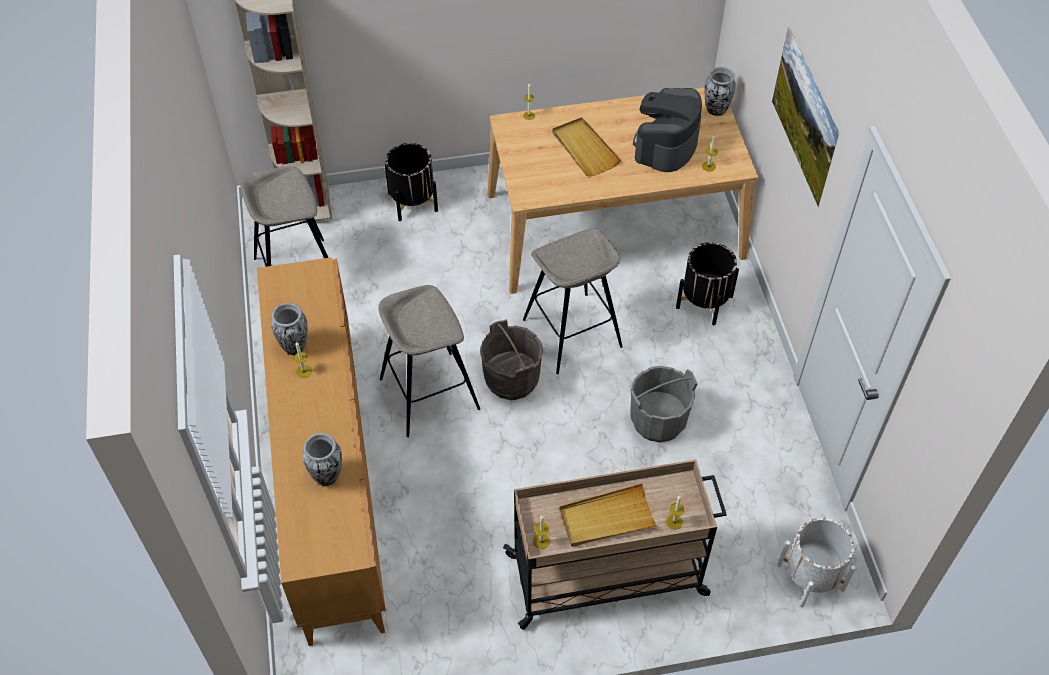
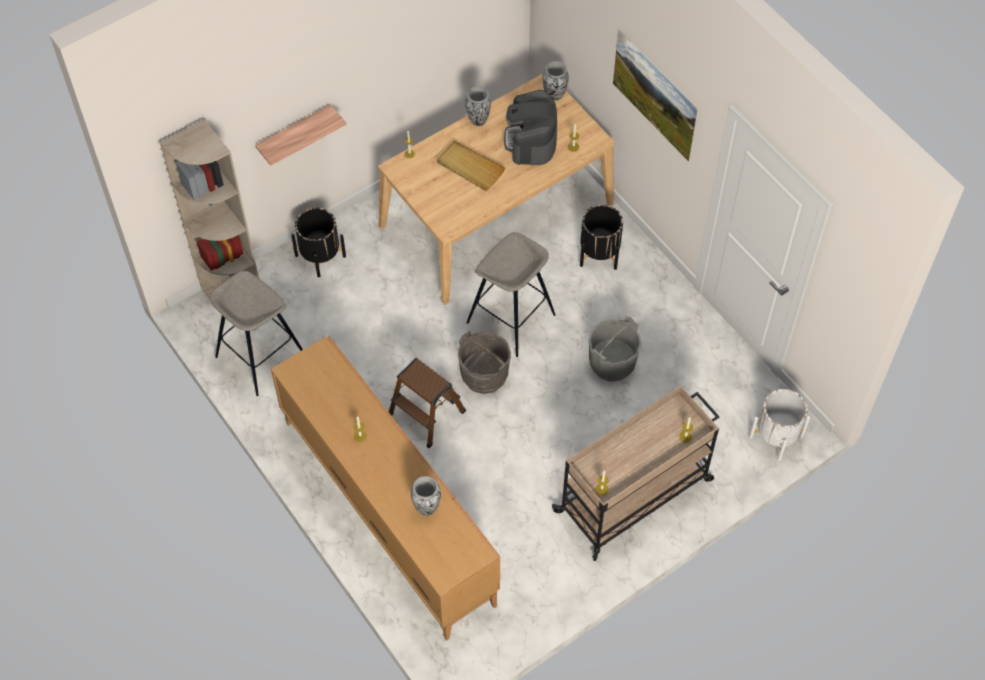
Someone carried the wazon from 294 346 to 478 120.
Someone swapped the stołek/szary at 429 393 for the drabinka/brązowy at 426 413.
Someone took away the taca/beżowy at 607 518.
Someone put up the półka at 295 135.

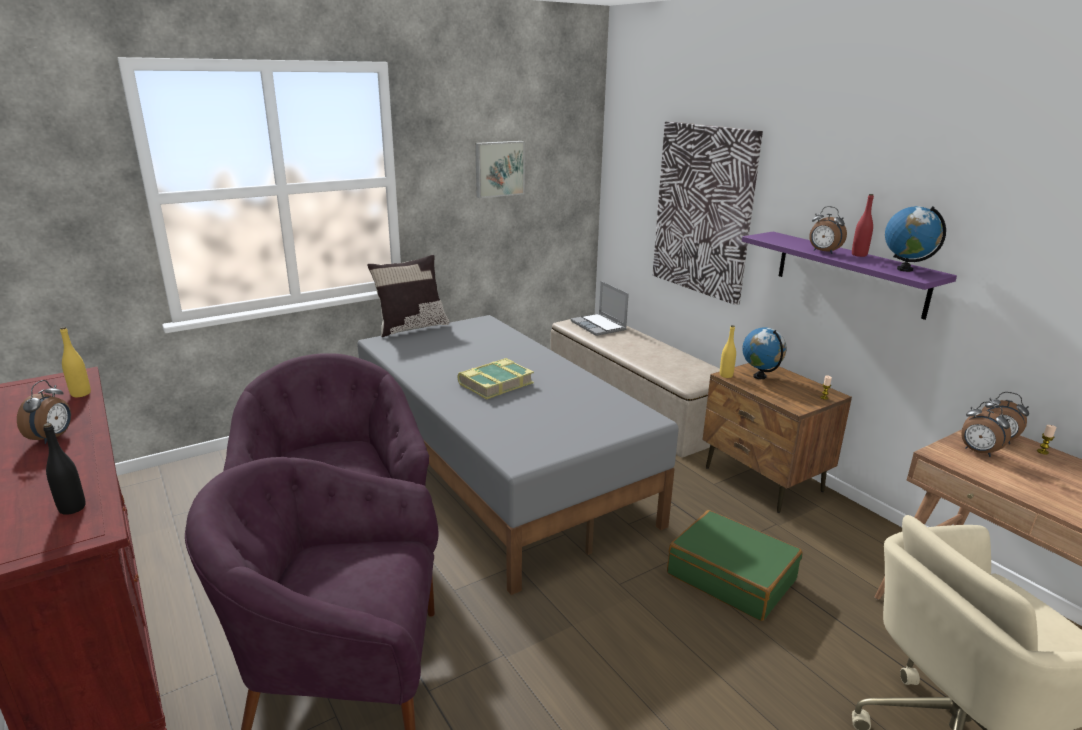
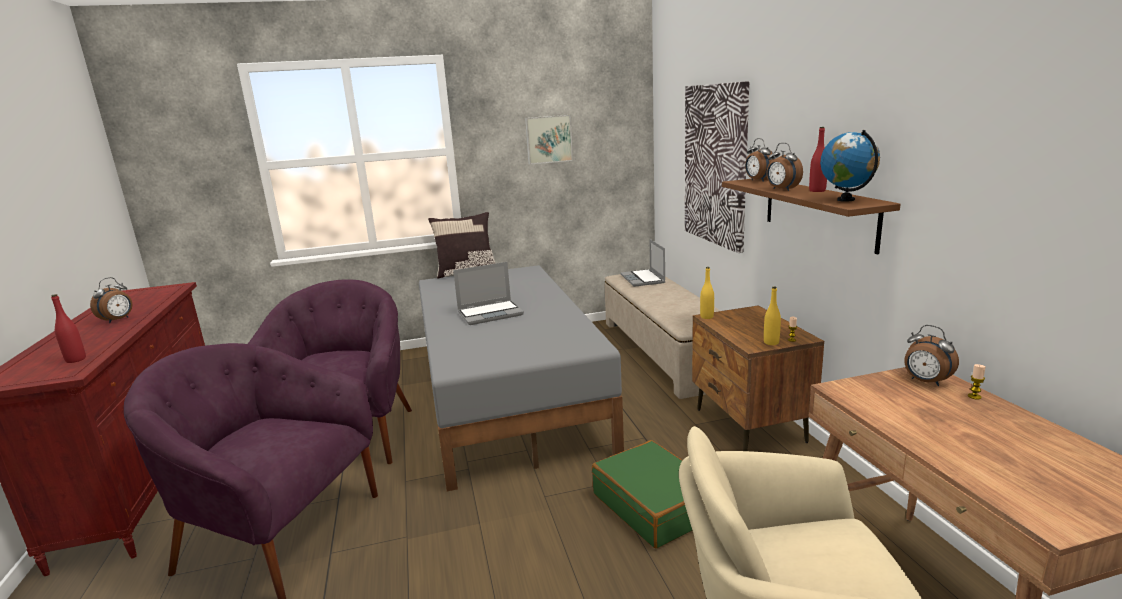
Someone repainted the butelka/czarny at 72 508, which became the butelka/czerwony at 76 360.
Someone carried the butelka/żółty from 81 394 to 771 342.
Someone swapped the książka at 495 383 for the laptop at 491 313.
Someone repainted the półka/fioletowy at 850 273, which became the półka/brązowy at 818 212.
Someone took away the globus at 760 376.
Someone carried the budzik from 978 452 to 758 180.

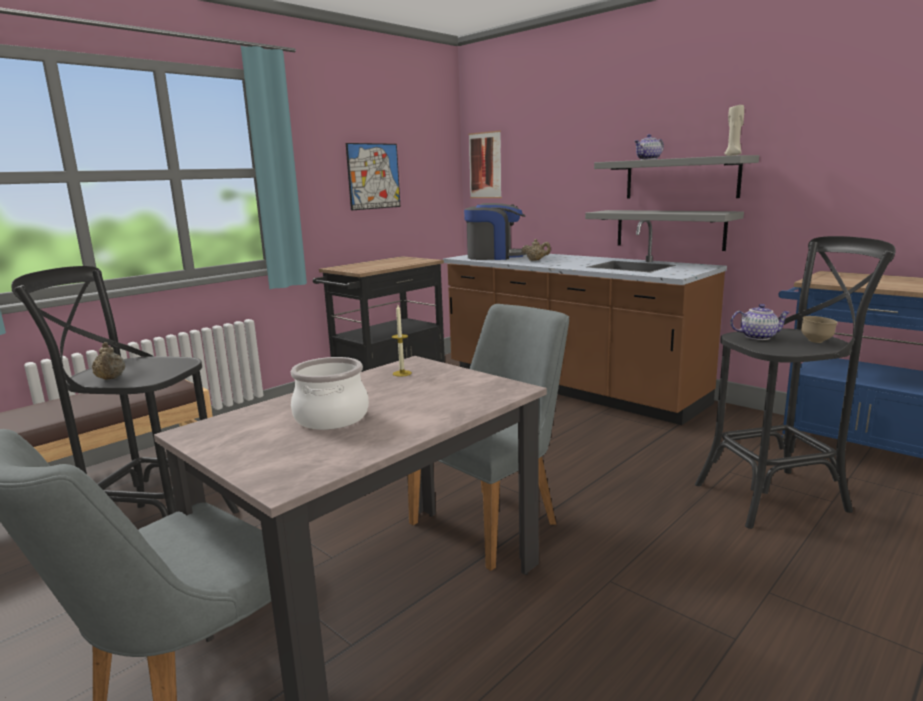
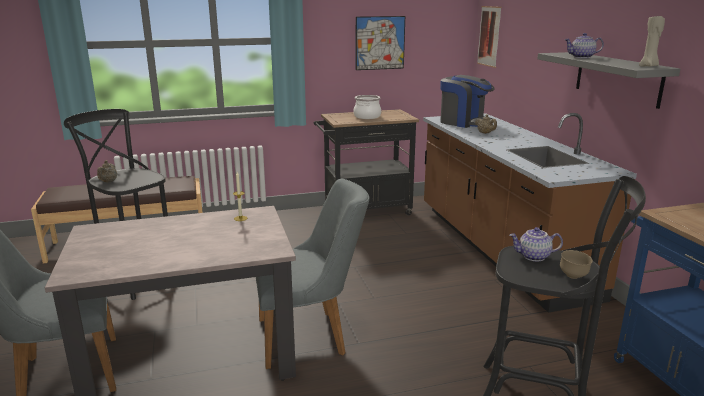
Someone carried the garnek from 332 418 to 367 116.
Someone took away the półka/szary at 669 229.
Someone rotated the imbryk at 758 337 by 150 degrees clockwise.

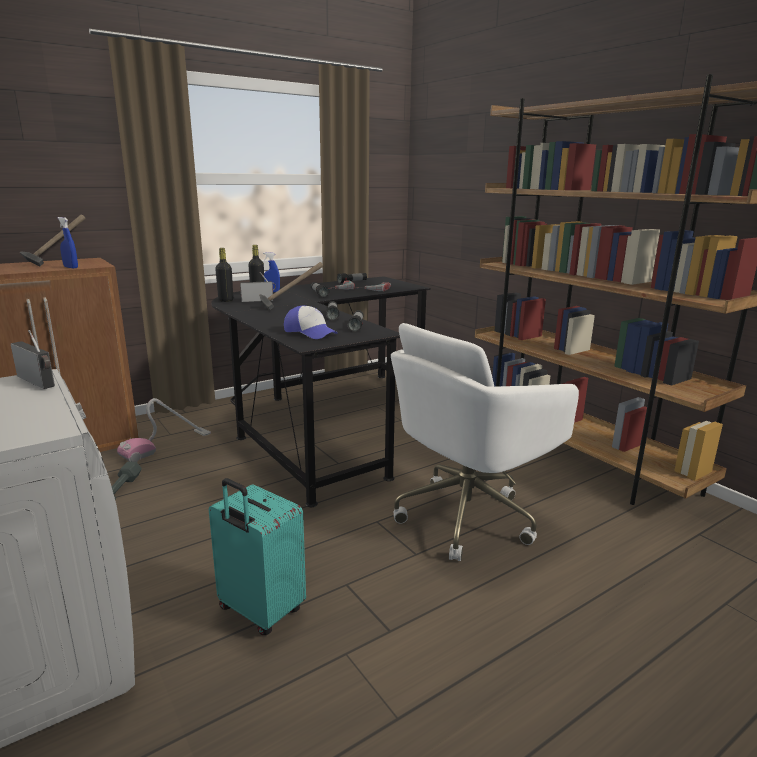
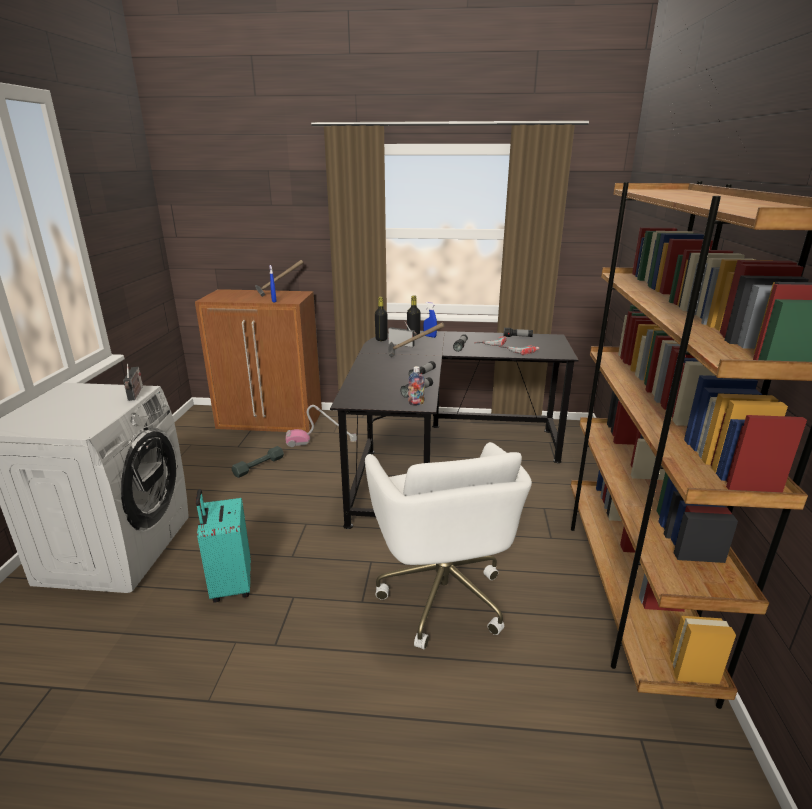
Someone took away the czapka z daszkiem at 310 332.
Someone rotated the krzesło biurowe/biały at 469 517 by 105 degrees counterclockwise.
Someone put down the butelka at 416 403.

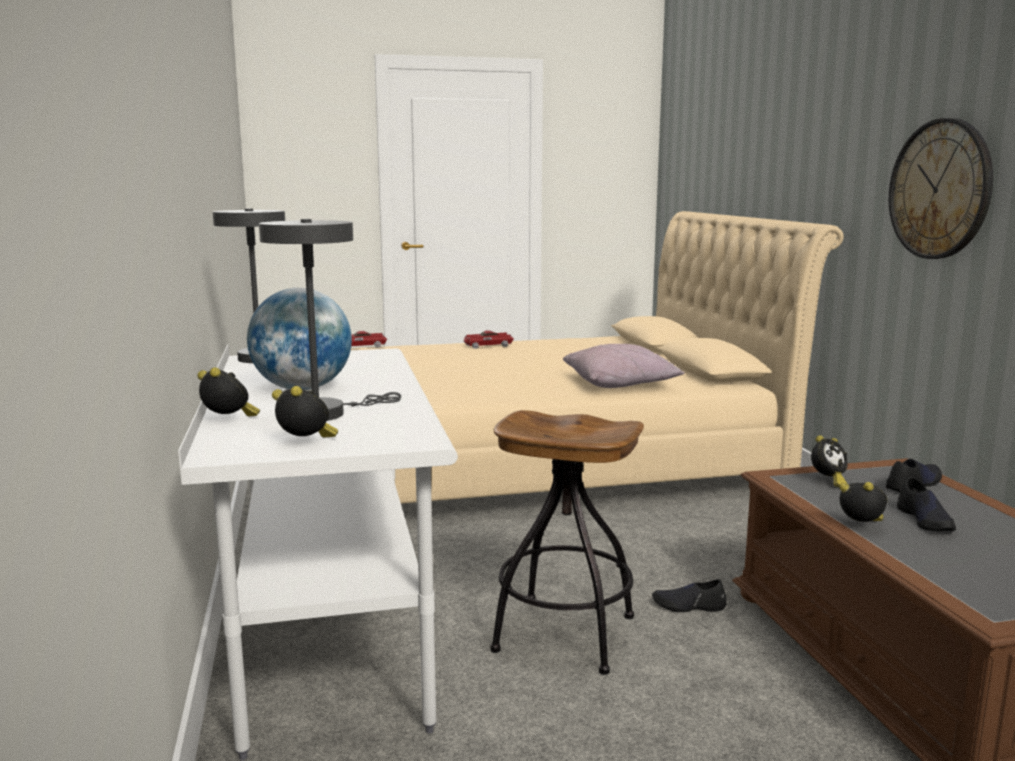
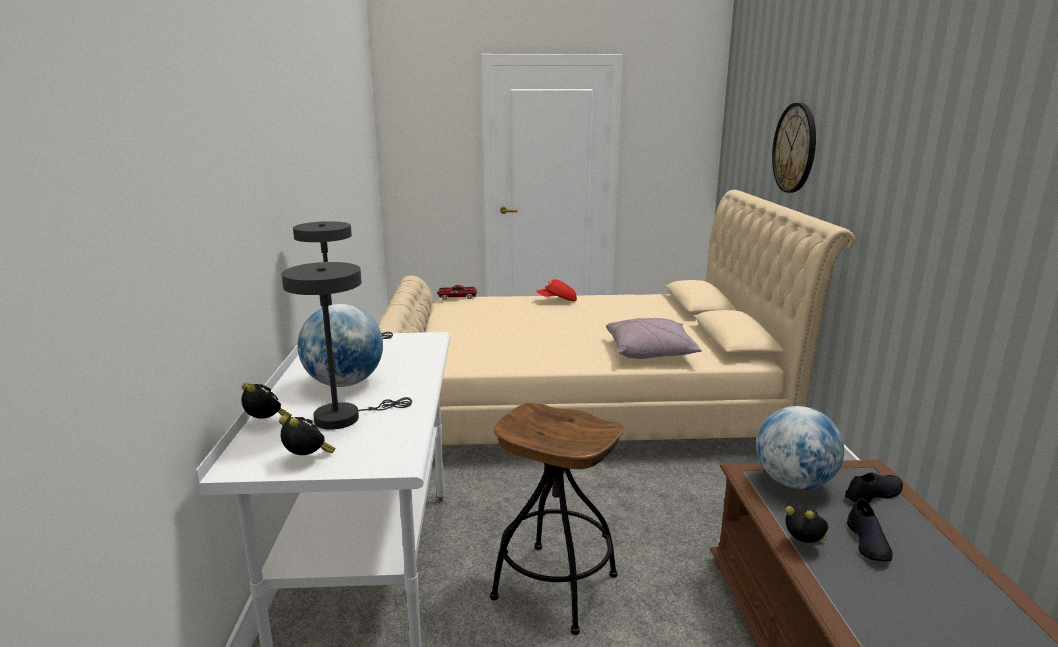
Someone swapped the samochodzik at 488 345 for the czapka z daszkiem/czerwony at 557 301.
Someone took away the but/czarny at 688 606.
Someone swapped the budzik at 827 481 for the globus at 794 483.
Someone carried the zegar ścienny from 940 189 to 795 148.

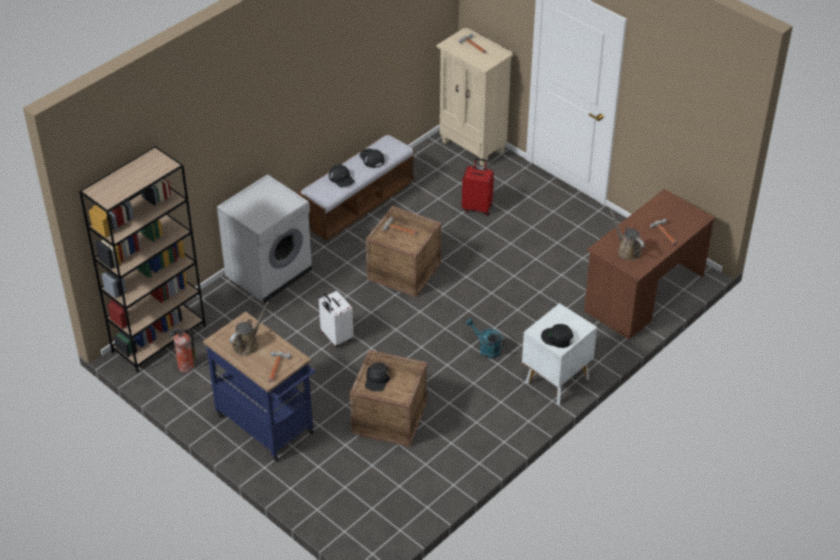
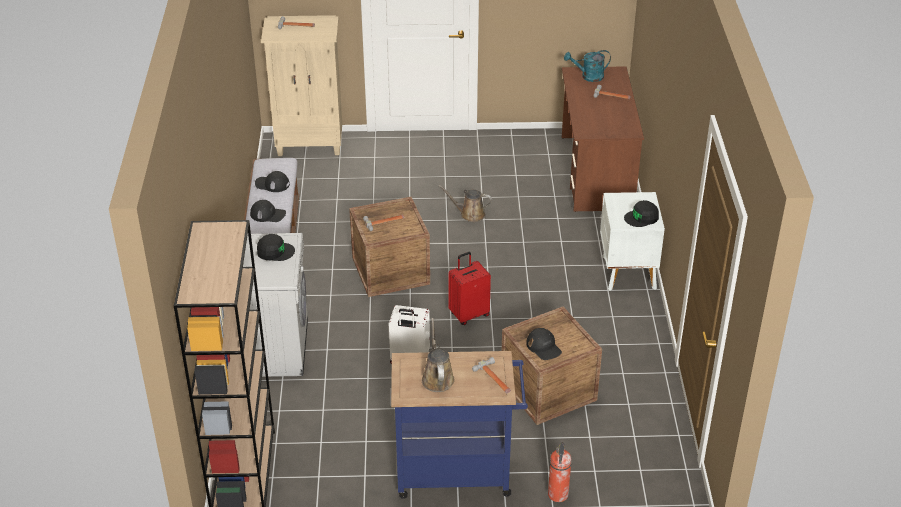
Someone carried the gaśnica from 185 367 to 558 495.
Someone carried the walizka/czerwony from 477 207 to 469 314.
Someone carried the konewka/turkusowy from 486 349 to 588 76.
Someone carried the konewka/brązowy from 627 250 to 470 214.
Someone put down the czapka z daszkiem/czarny at 275 251.

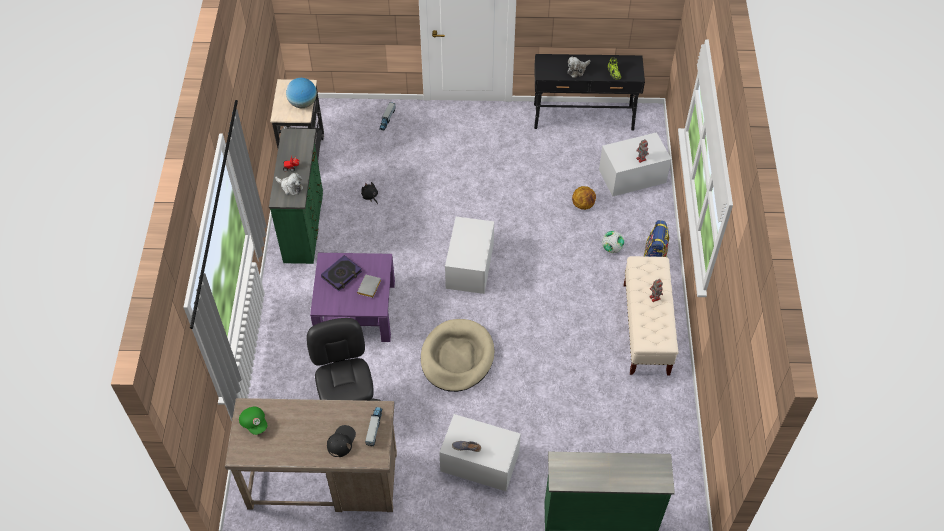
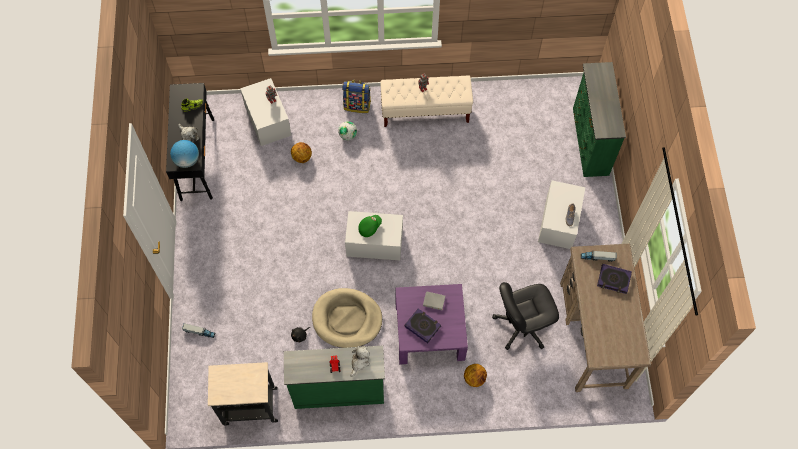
Someone carried the czapka z daszkiem/zielony from 254 423 to 369 227.
Someone carried the globus from 303 103 to 187 160.
Someone swapped the czapka z daszkiem/czarny at 341 441 for the książka at 613 280.
Someone carried the legowisko/beżowy from 457 357 to 347 319.
Someone put down the piłka do koszykówki at 475 378.

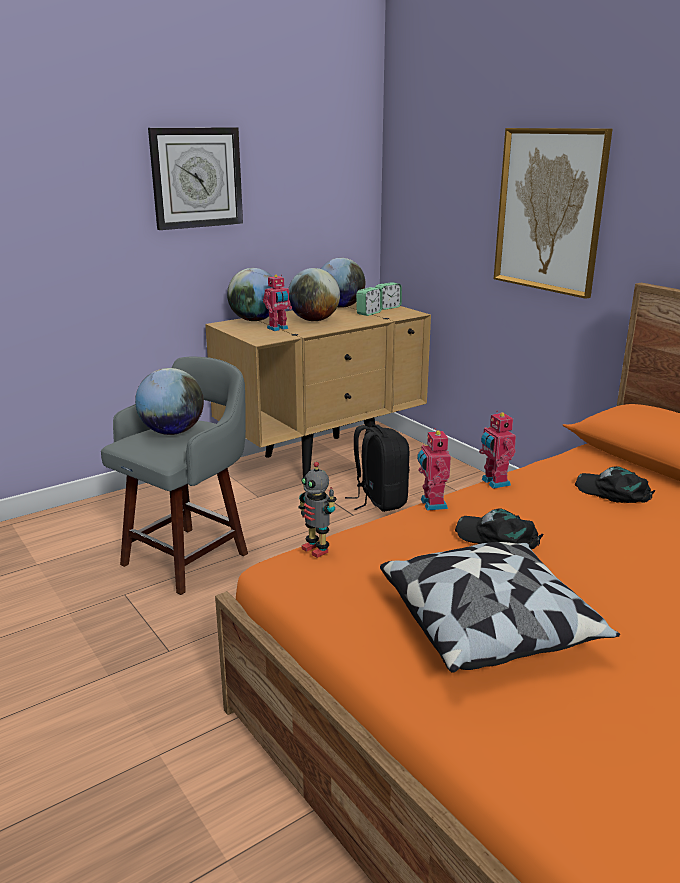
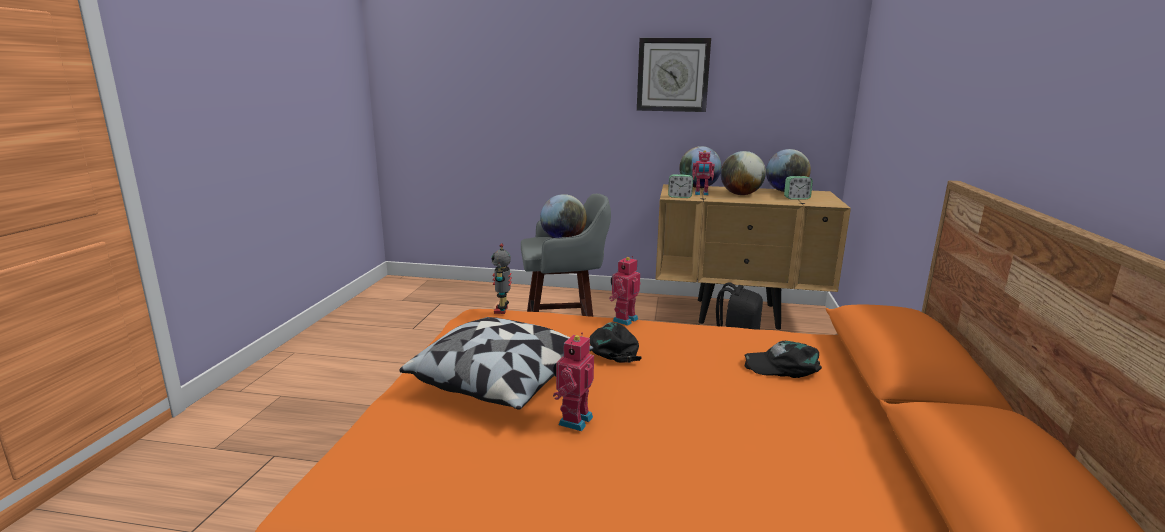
Someone carried the budzik from 387 307 to 679 197.
Someone carried the robot zabawkowy from 494 482 to 573 420.
Someone took away the obraz at 549 211.
Someone rotated the czapka z daszkiem/czarny at 613 492 by 75 degrees counterclockwise.

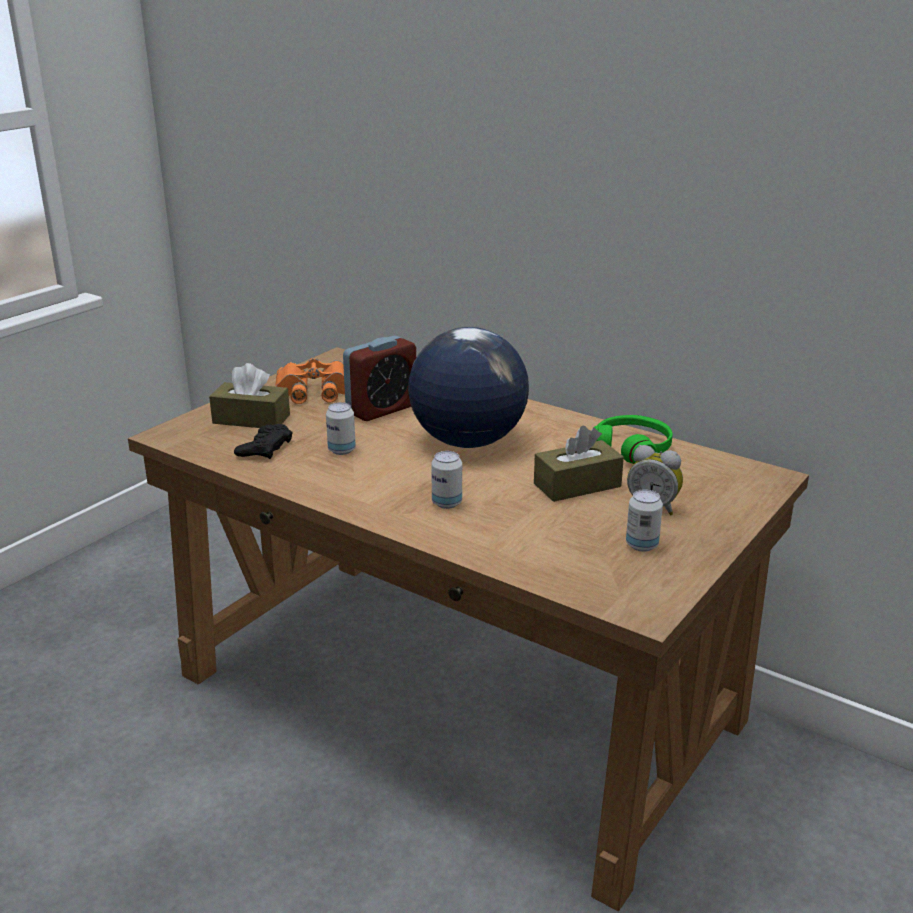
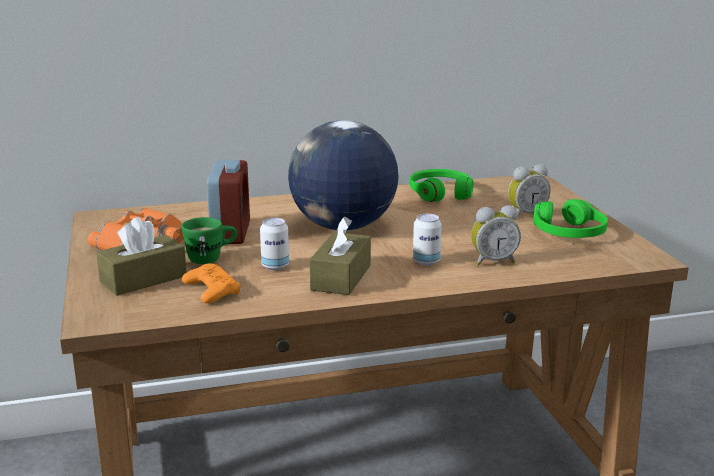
Someone repainted the pad do gier/czarny at 264 447, which became the pad do gier/pomarańczowy at 211 290.
Someone carried the pudełko chusteczek/brązowy from 577 485 to 341 277.
Someone swapped the puszka at 641 545 for the słuchawki/zielony at 569 233.
Someone put down the kubek/zielony at 211 258.
Someone put down the budzik at 493 261.

